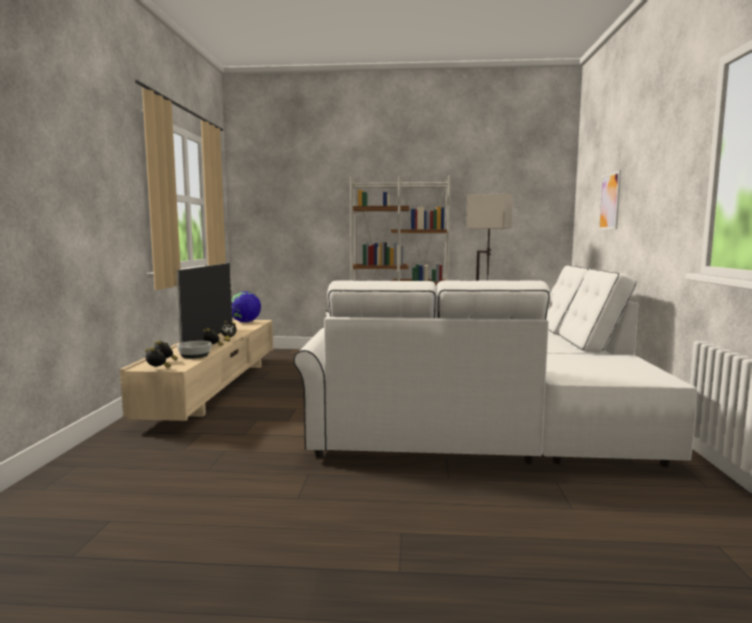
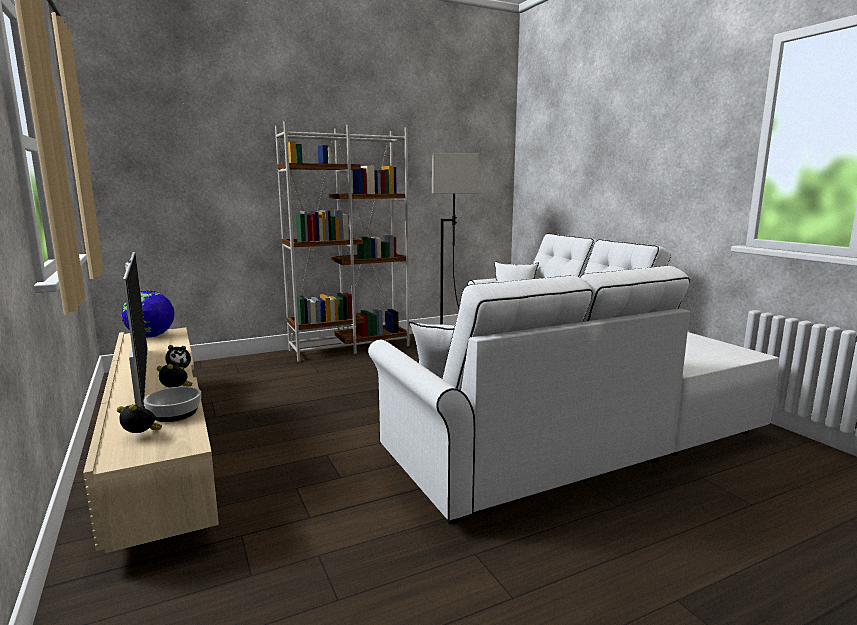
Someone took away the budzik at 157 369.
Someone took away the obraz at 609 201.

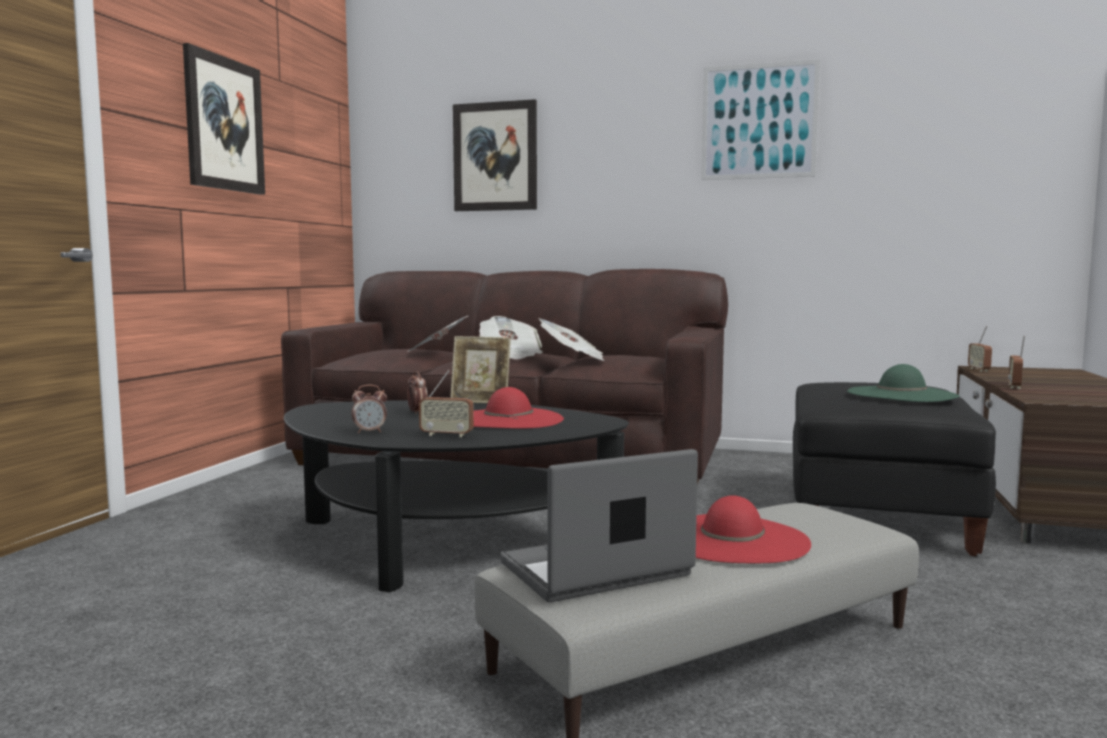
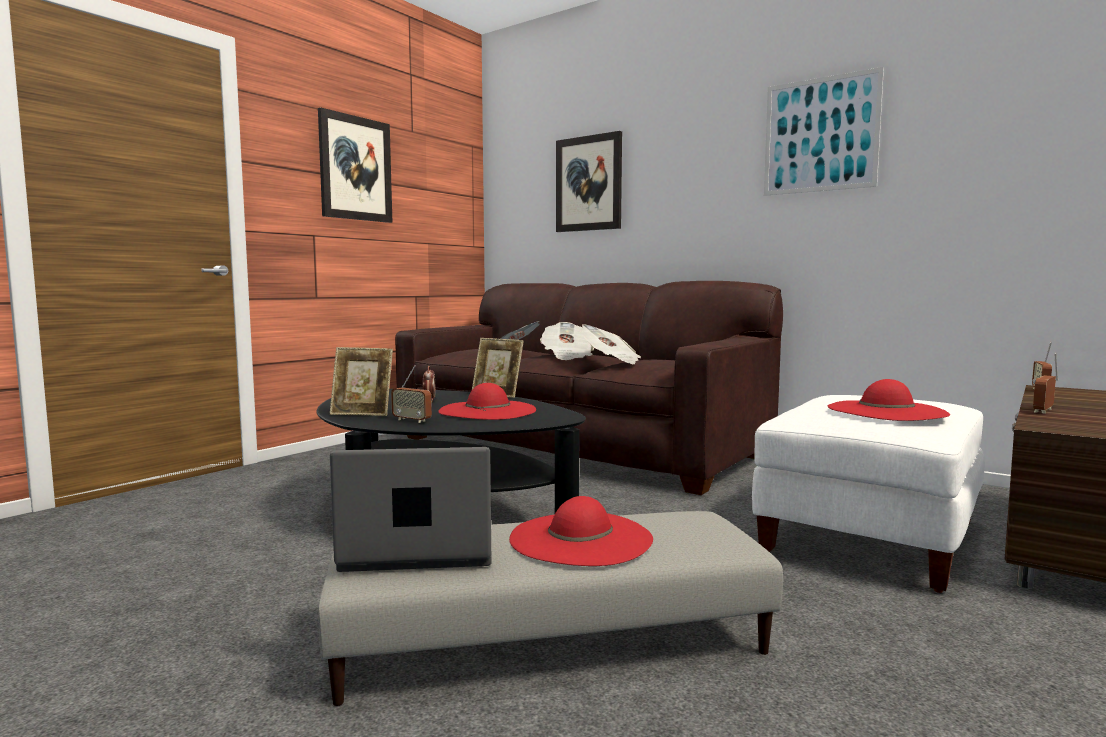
Someone swapped the budzik at 370 432 for the ramka na zdjęcie at 362 413.
Someone repainted the pufa/czarny at 877 516, which became the pufa/biały at 870 537.
Someone repainted the kapelusz/zielony at 901 394, which became the kapelusz/czerwony at 886 411.

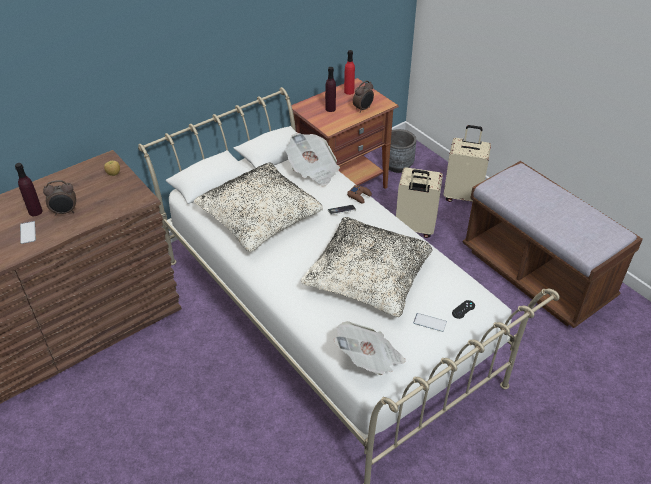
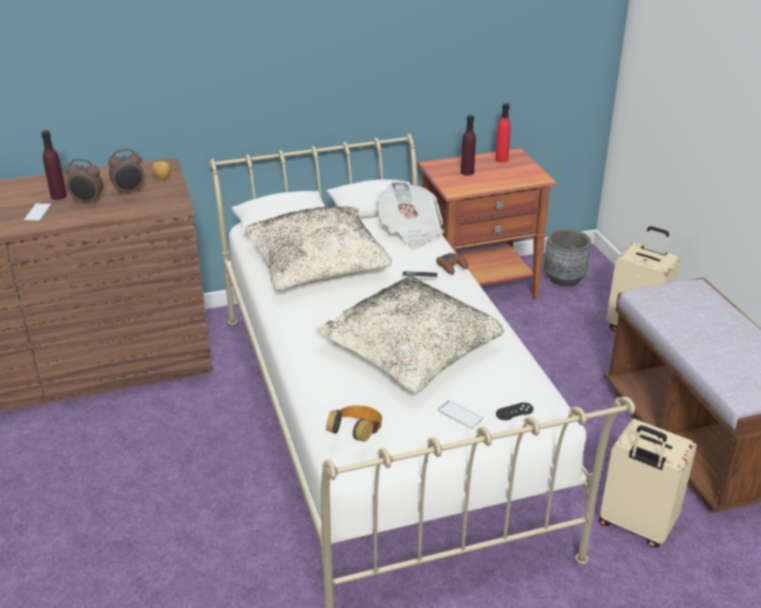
Someone swapped the gazeta at 369 360 for the słuchawki at 357 435.
Someone carried the budzik from 363 109 to 129 191.
Someone carried the walizka/beżowy from 414 228 to 635 525.

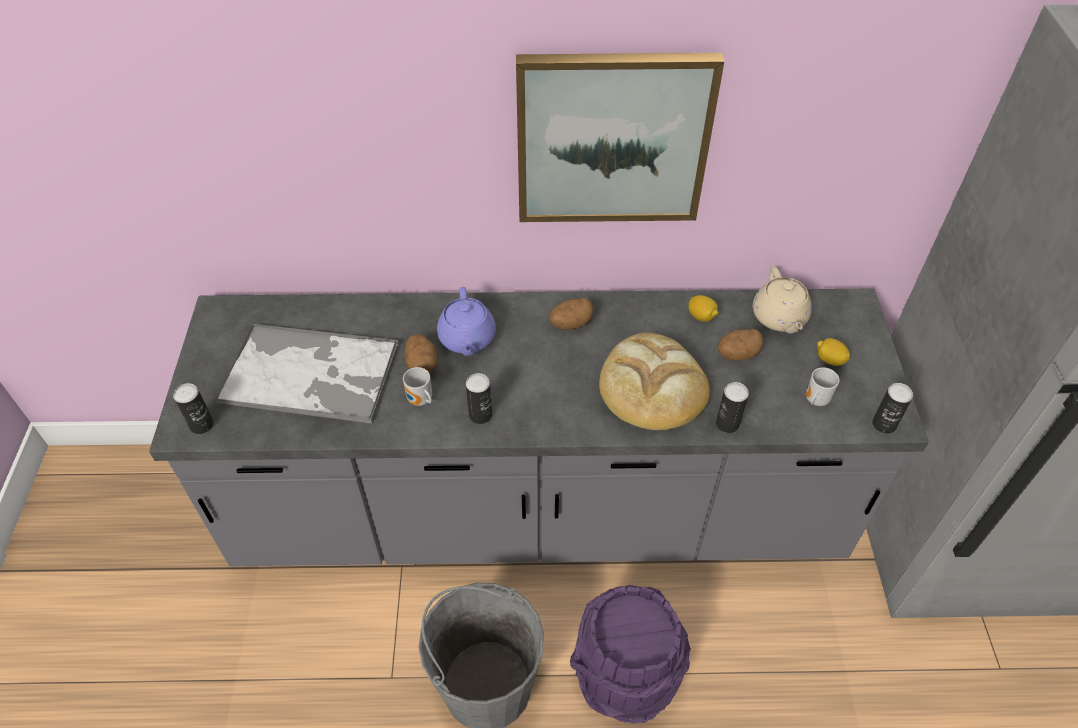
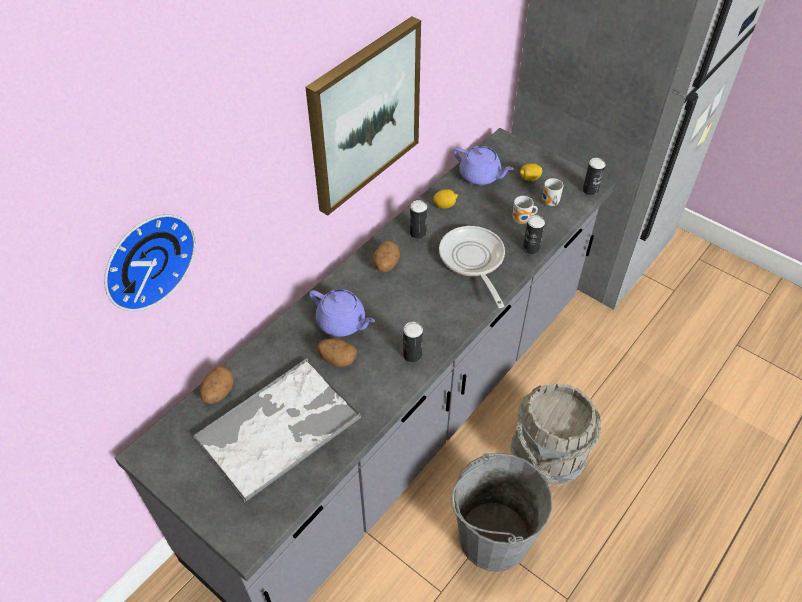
Someone carried the puszka from 201 425 to 418 233.
Someone carried the kubek from 420 401 to 522 221.
Someone repainted the wiadro/fioletowy at 626 676, which became the wiadro/szary at 548 456.
Someone swapped the chleb at 652 386 for the patelnia at 473 261.
Someone carried the ziemniak from 737 354 to 218 393.
Someone repainted the imbryk/beżowy at 779 318, which became the imbryk/fioletowy at 480 176.
Someone put up the zegar ścienny at 145 259.

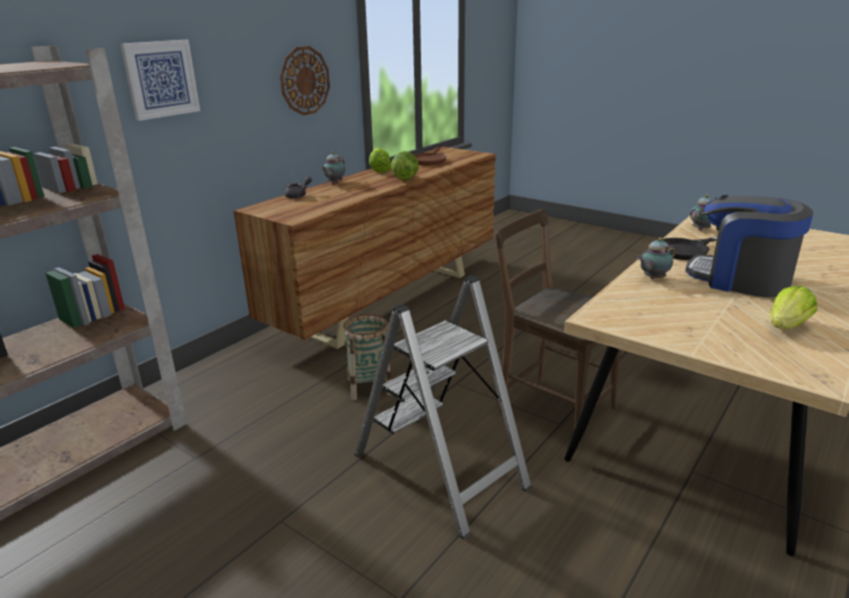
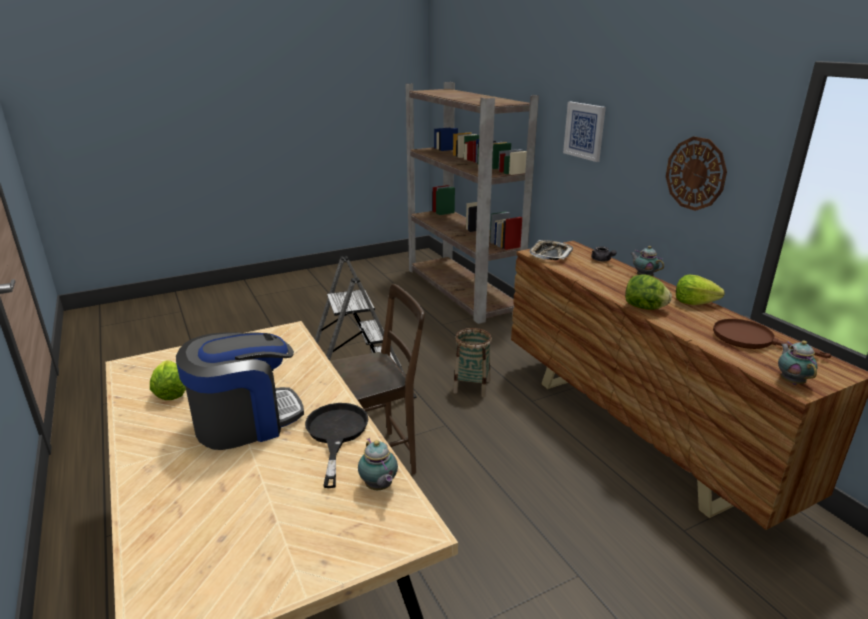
Someone carried the imbryk from 652 278 to 791 381.
Someone put down the taca at 550 254.

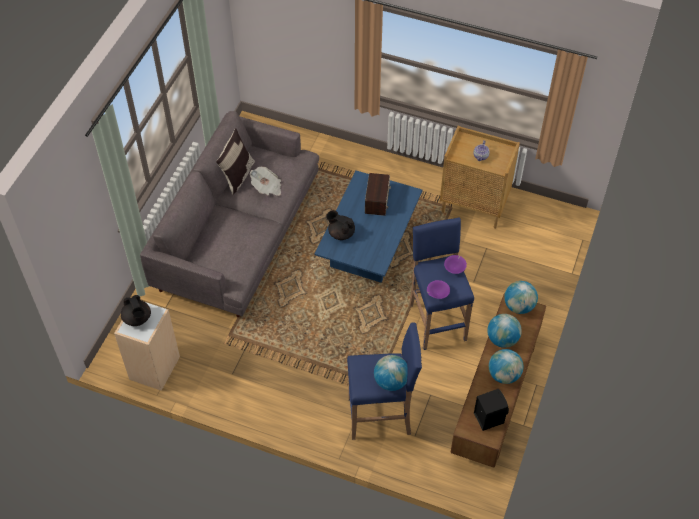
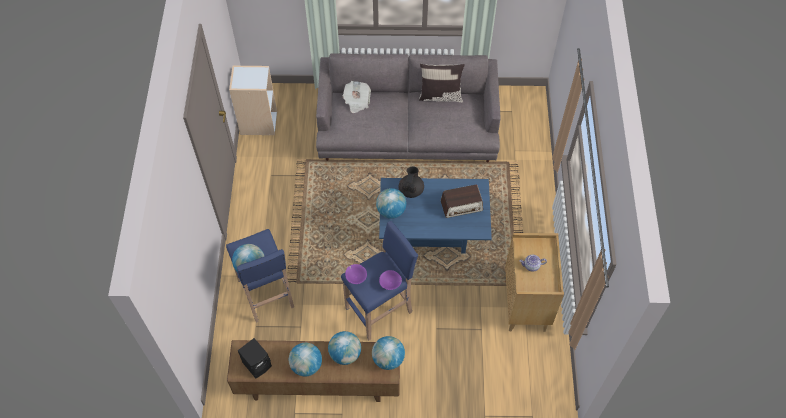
Someone took away the imbryk/czarny at 137 318.
Someone carried the gazeta from 267 187 to 357 101.
Someone put down the globus at 391 211.

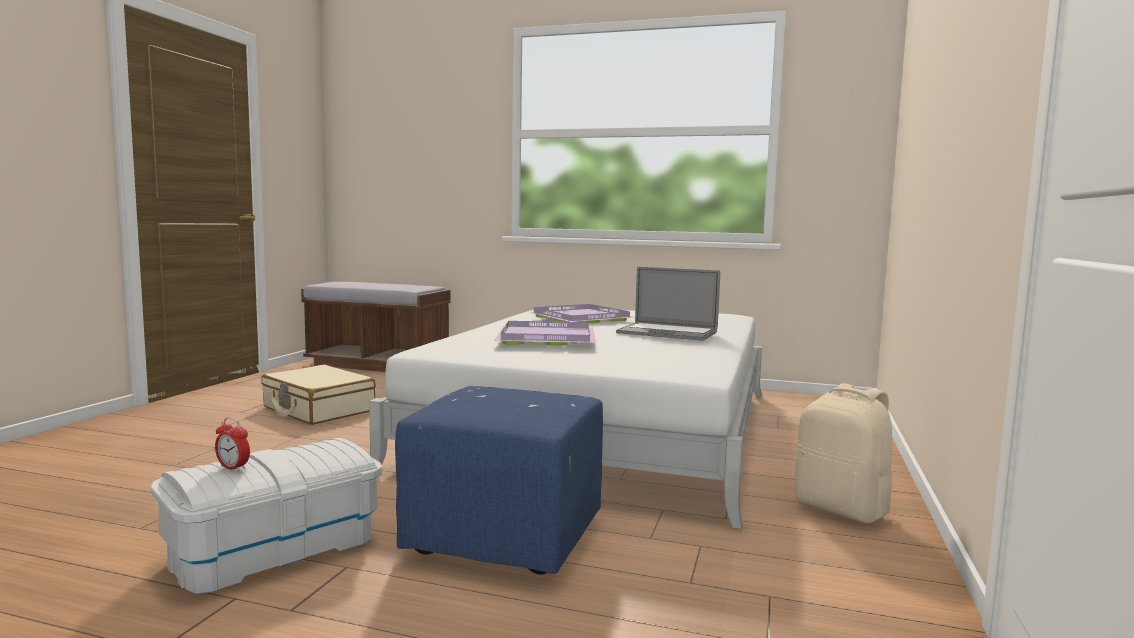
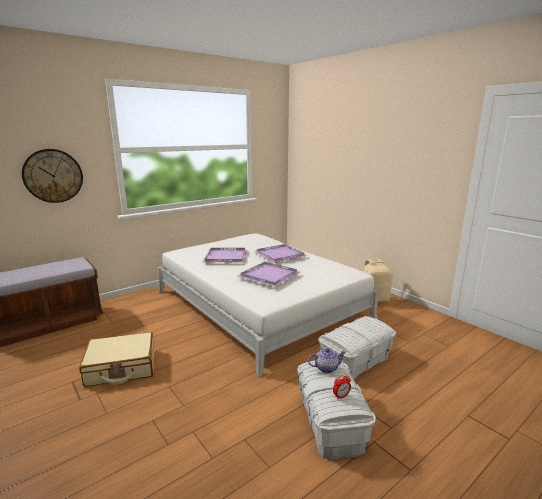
Someone swapped the pufa/niebieski at 508 536 for the pojemnik do przechowywania/biały at 355 361.
Someone swapped the laptop at 667 332 for the taca/fioletowy at 280 255.
Someone put up the zegar ścienny at 53 176.
Someone put down the imbryk at 326 368.

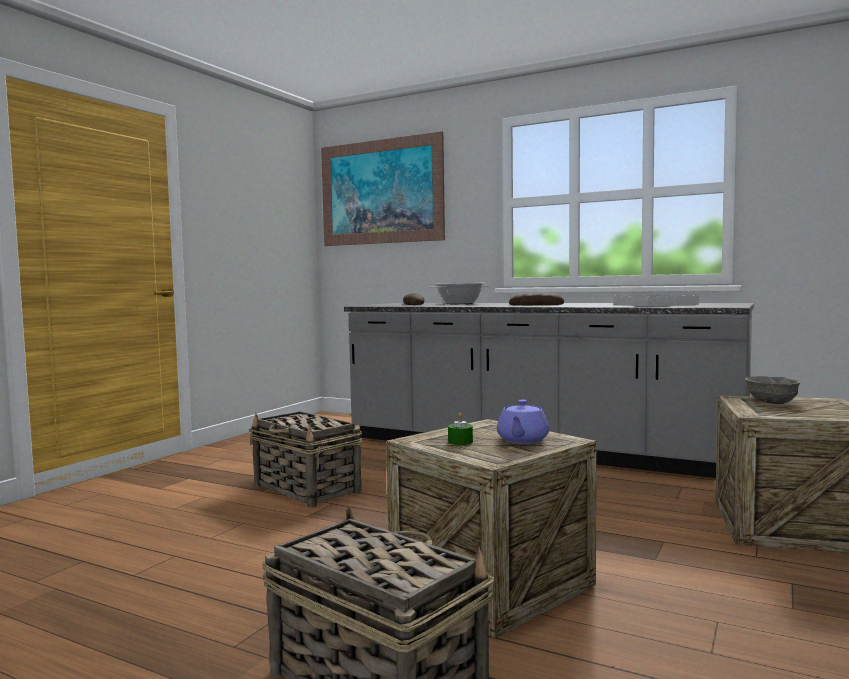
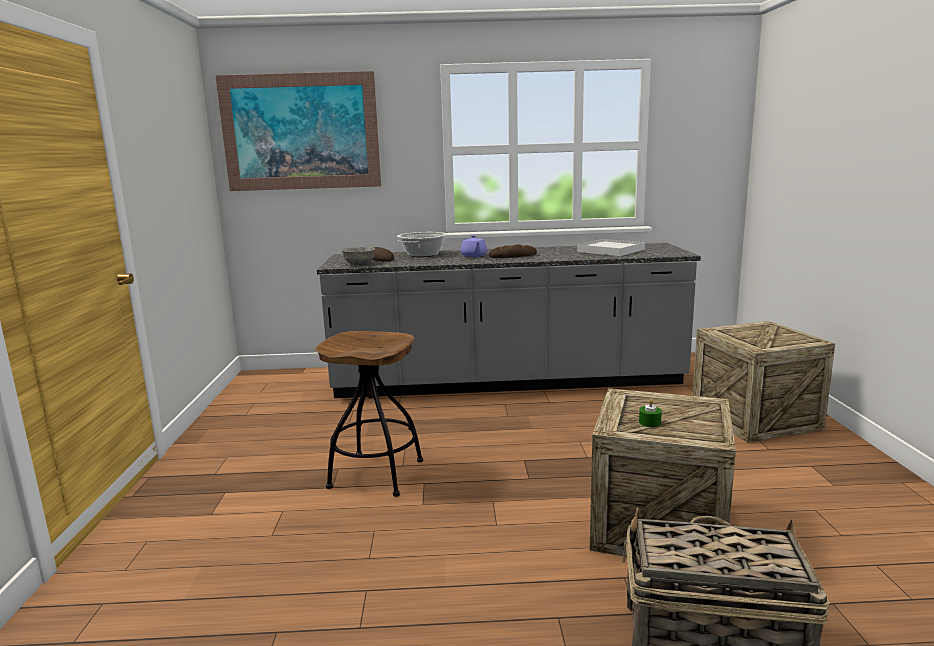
Someone swapped the koszyk at 307 489 for the stołek/brązowy at 377 473.
Someone carried the imbryk/fioletowy from 522 440 to 474 256.
Someone carried the miska/szary from 771 402 to 359 264.

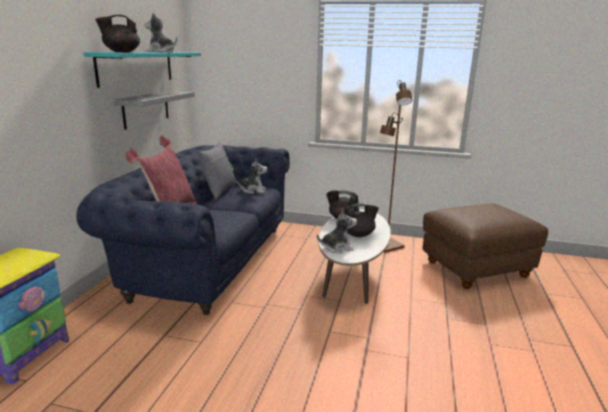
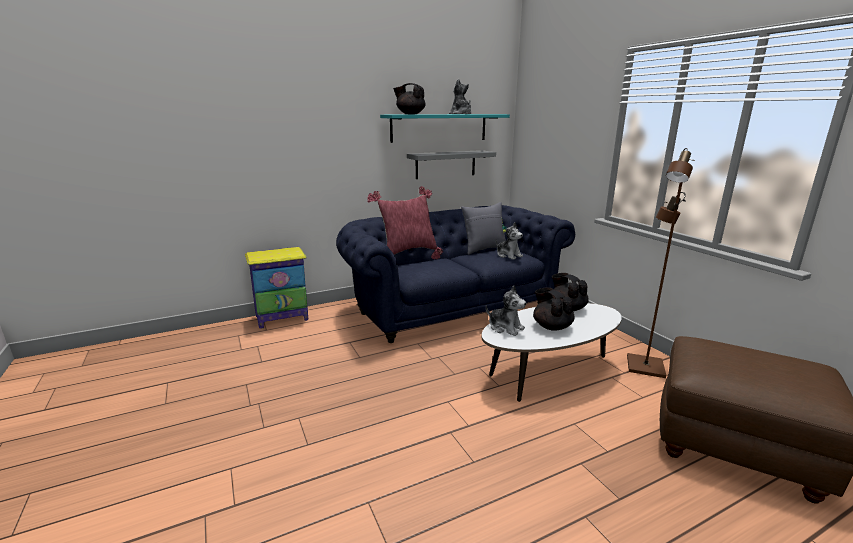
Someone rotated the imbryk/czarny at 358 235 by 150 degrees counterclockwise.

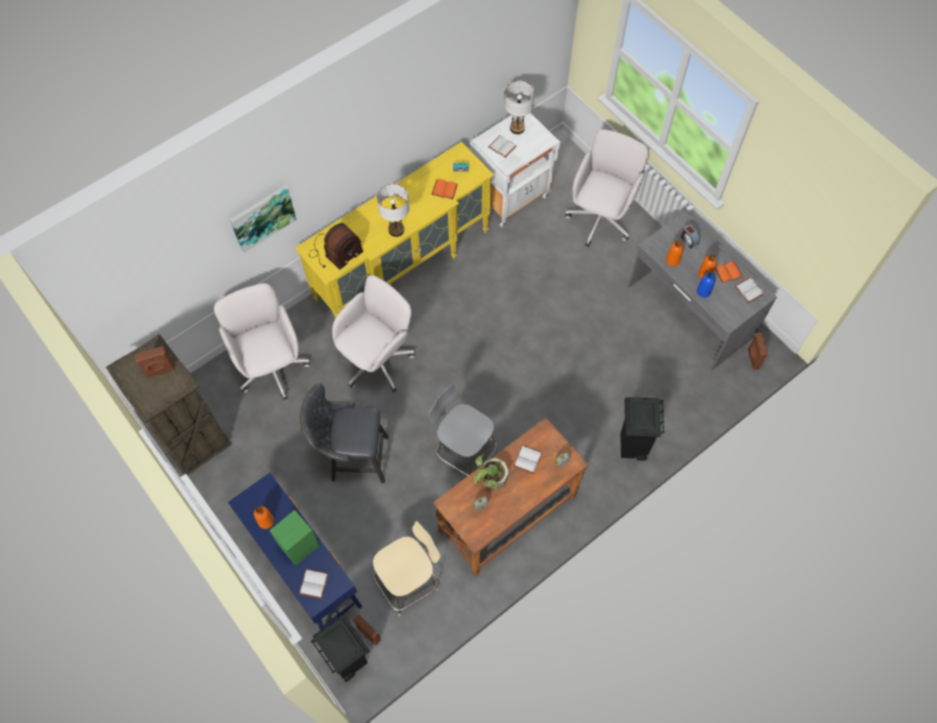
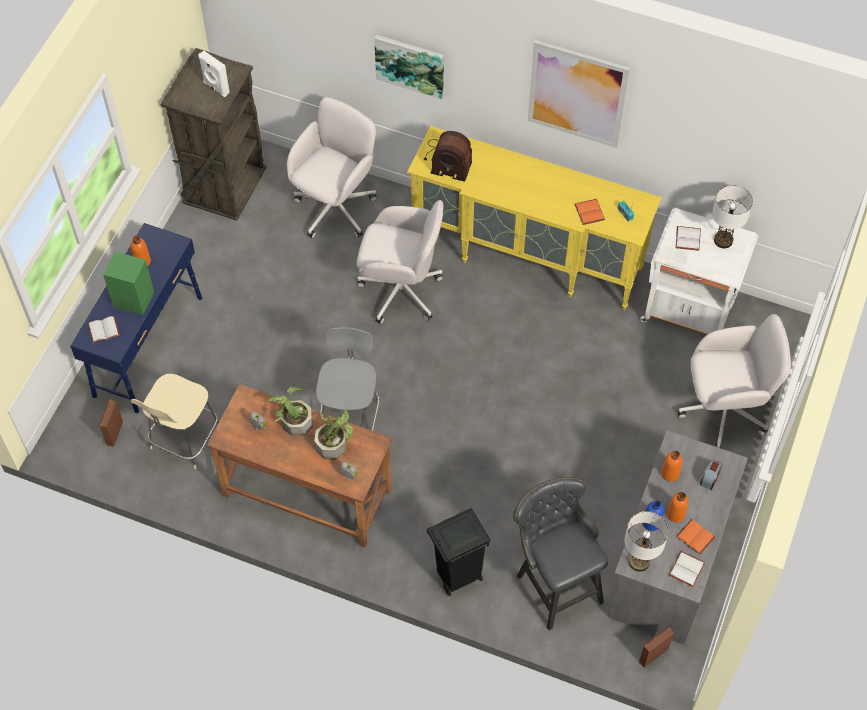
Someone repainted the głośnik/brązowy at 160 371, which became the głośnik/biały at 215 88.
Someone carried the stołek/szary from 351 457 to 554 580.
Someone took away the kosz na śmieci/czarny at 348 659.
Someone rotated the krzesło/beżowy at 408 582 by 90 degrees clockwise.
Someone carried the lampa stołowa from 396 230 to 639 562.
Someone swapped the książka/biały at 527 459 for the roślina doniczkowa at 334 443.
Someone put up the obraz at 577 93.

